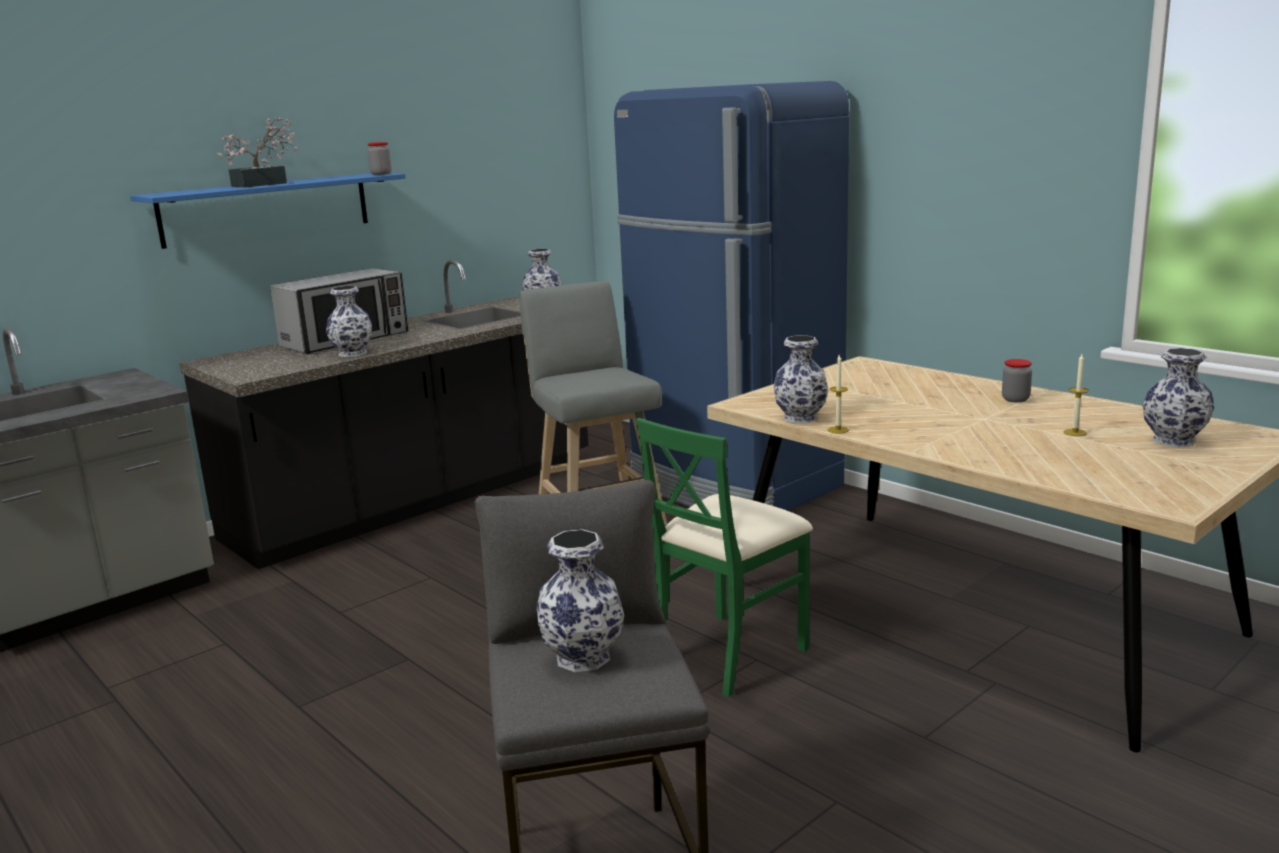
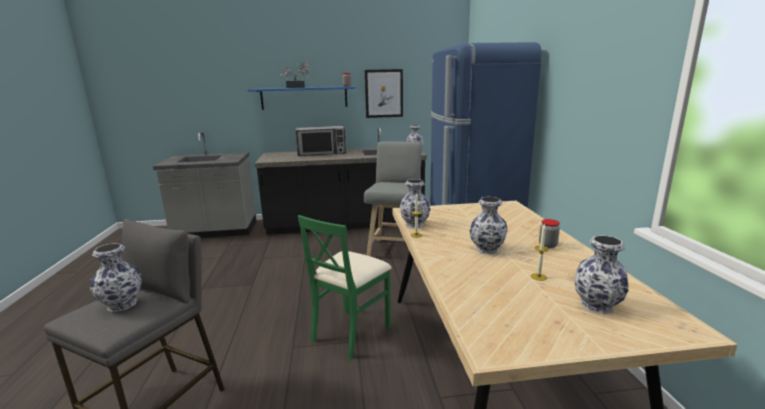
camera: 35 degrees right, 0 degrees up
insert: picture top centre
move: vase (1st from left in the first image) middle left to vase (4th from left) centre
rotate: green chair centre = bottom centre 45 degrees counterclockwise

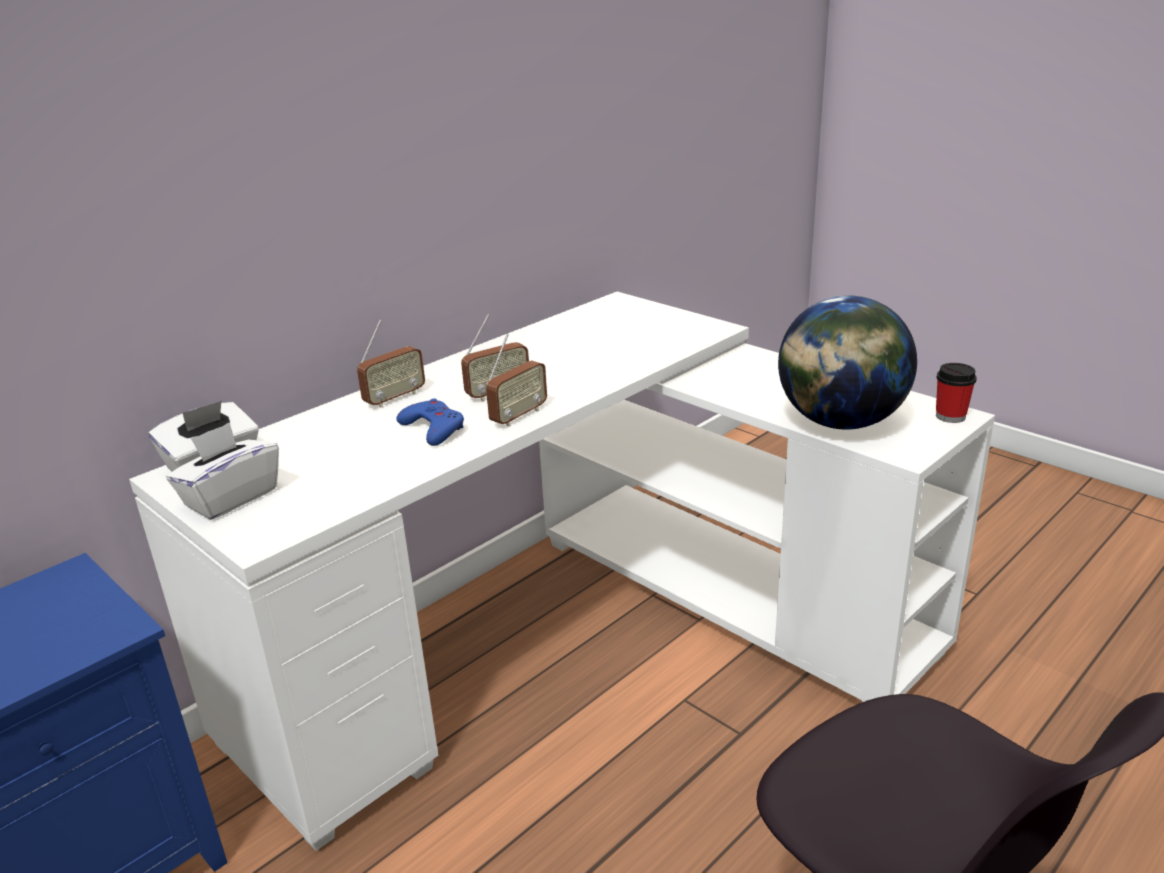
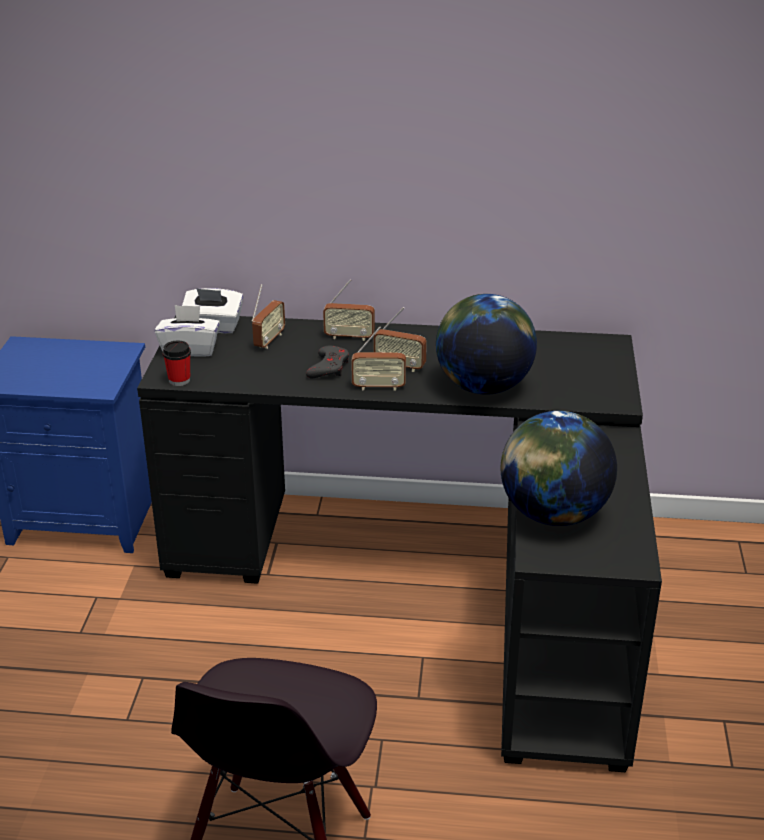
camera: 50 degrees right, 5 degrees up
insert: radio (1st from left) centre; globe (1st from left) centre
move: cup middle right to middle left
recolor: white desk centre to black desk centre; blue game controller centre to grey game controller centre

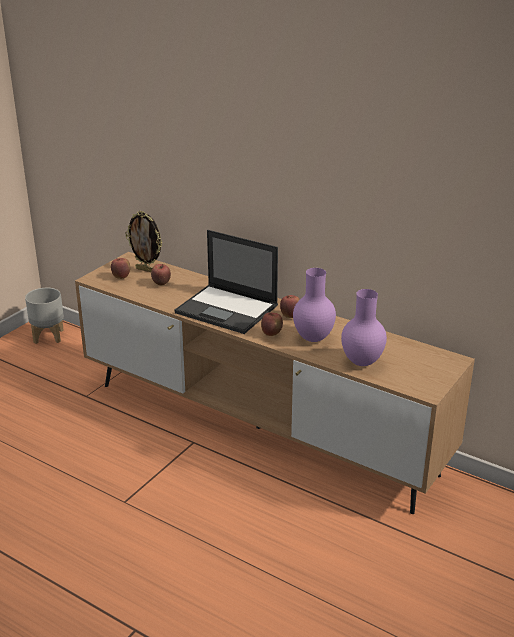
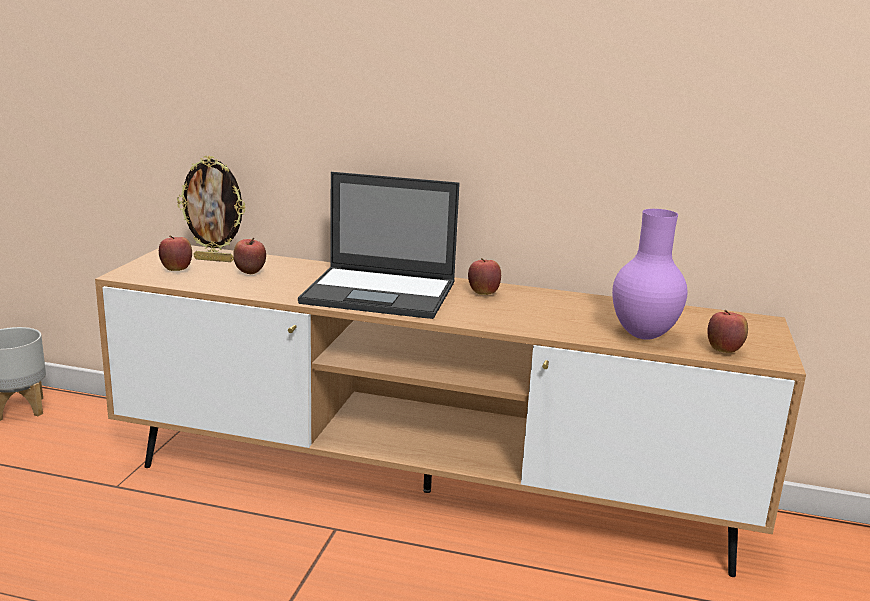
camera: 20 degrees left, 10 degrees down
delete: purple vase (1st from left) centre
move: apple (3rd from left in the first image) centre to apple (4th from left) middle right

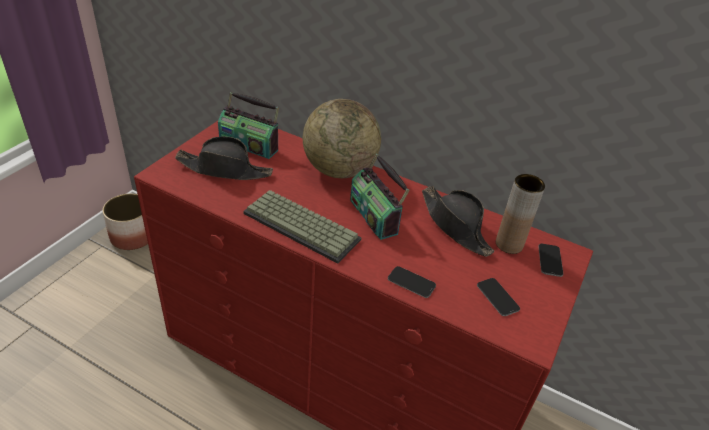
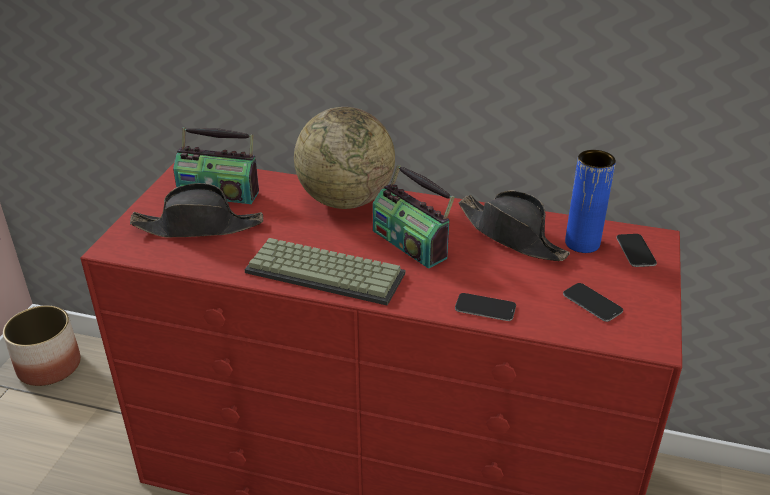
camera: 10 degrees left, 5 degrees down
recolor: brown vase middle right to blue vase middle right

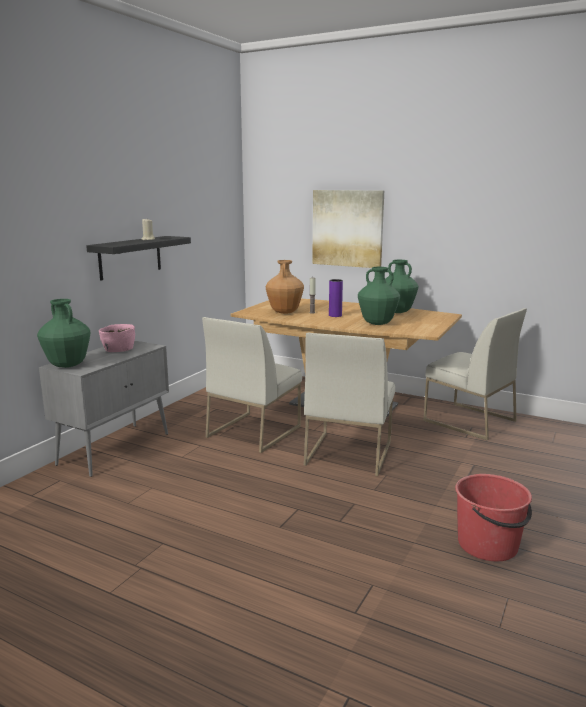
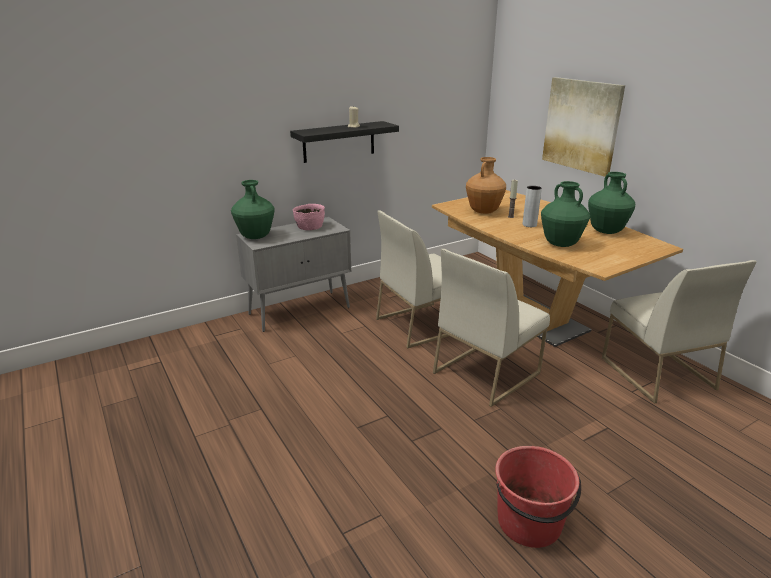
camera: 30 degrees right, 10 degrees up
recolor: purple vase centre to grey vase middle right

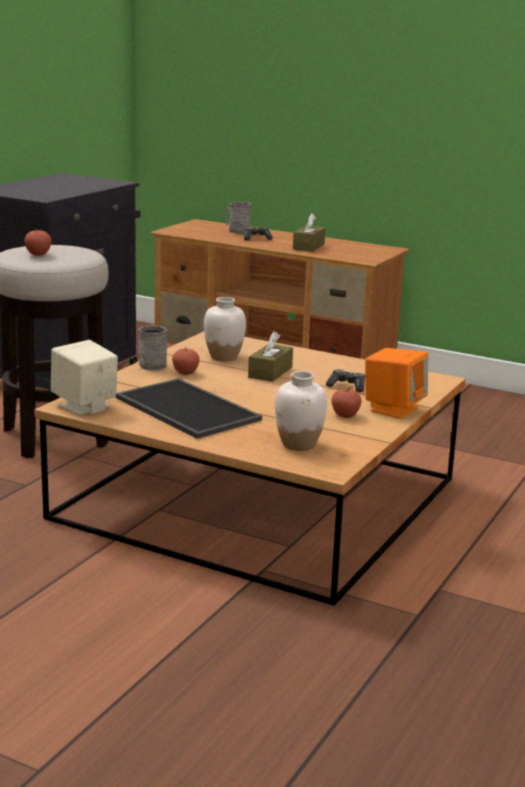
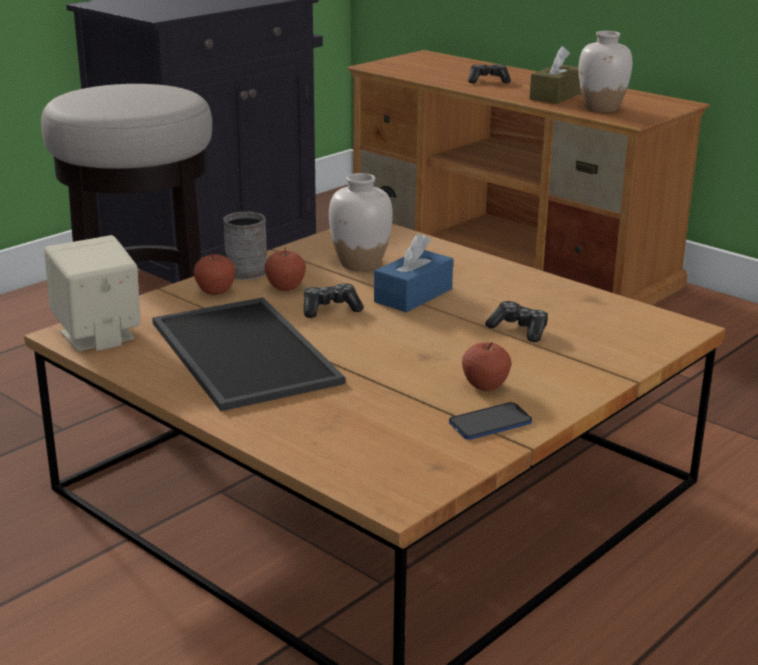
camera: 15 degrees right, 5 degrees up
delete: grey mug (2nd from left) top centre; orange speaker middle right
insert: game controller (1st from left) centre; phone centre
move: apple (1st from left) top left to middle left; white vase (2nd from left) centre to top right
recolor: brown tissue box (1st from left) centre to blue tissue box centre

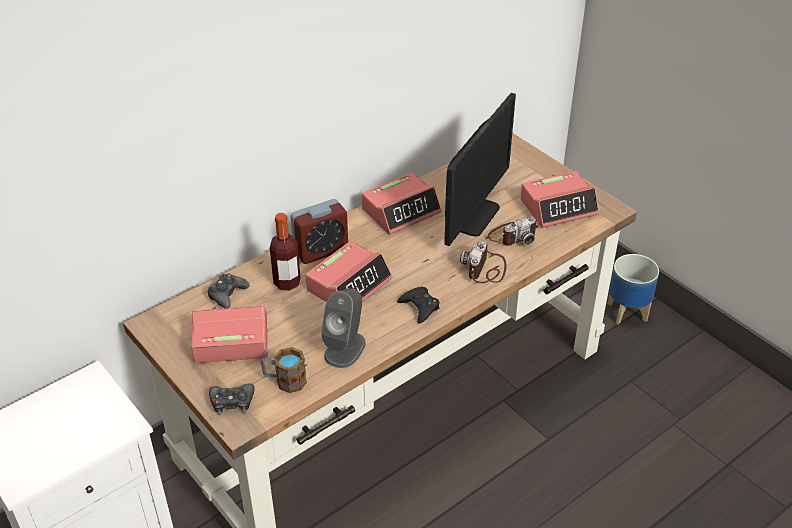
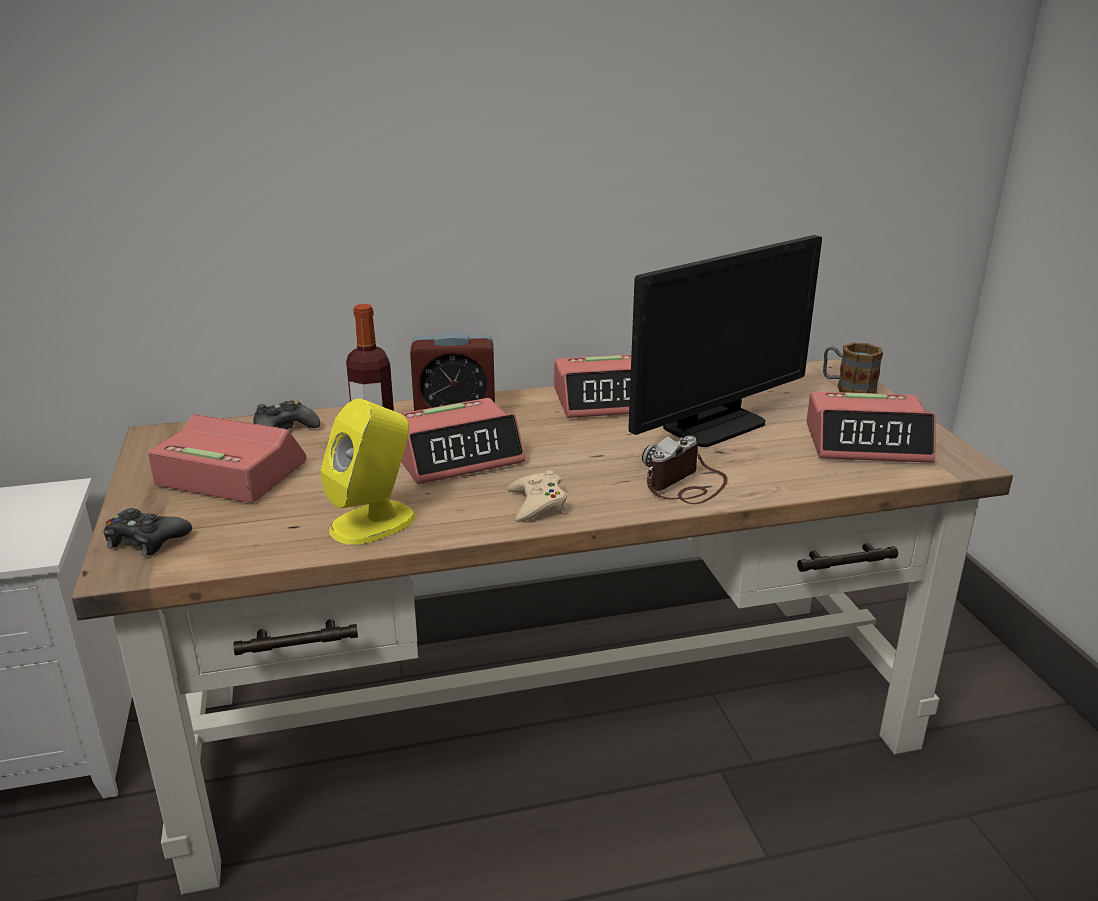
camera: 25 degrees right, 15 degrees down
delete: photo camera (2nd from left) centre; planter middle right
move: mug bottom centre to middle right
recolor: grey speaker centre to yellow speaker centre; black game controller (3rd from left) centre to beige game controller centre

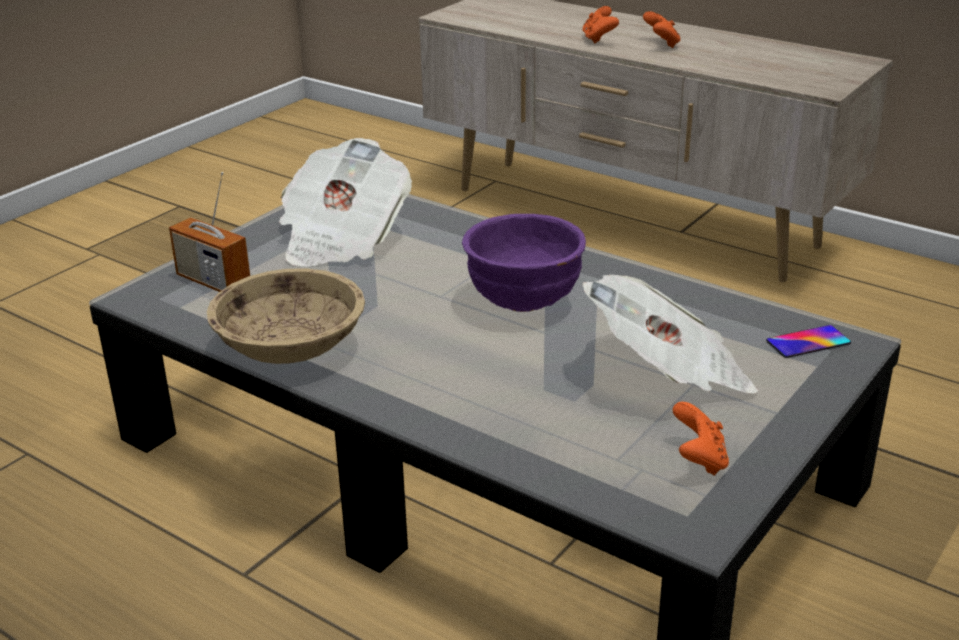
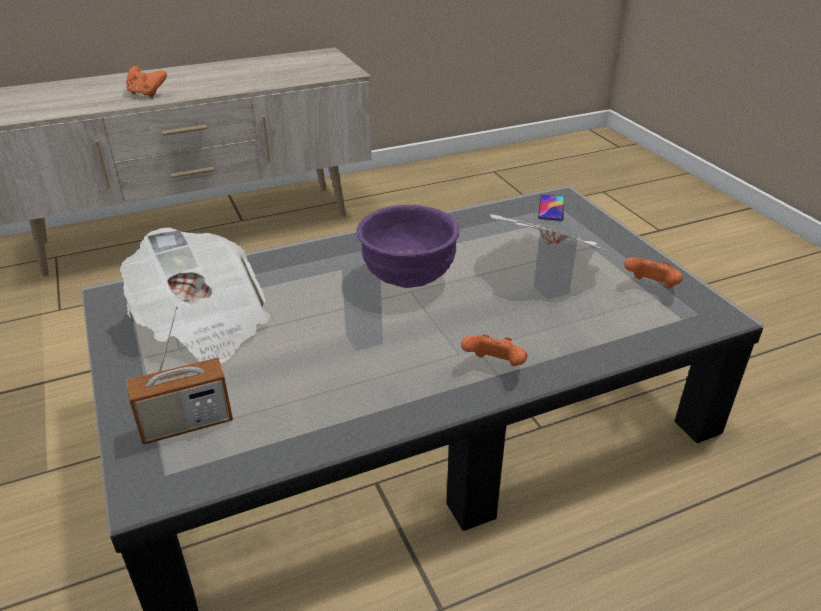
camera: 60 degrees left, 5 degrees up
delete: beige bowl middle left
move: orange game controller (2nd from left) top right to centre

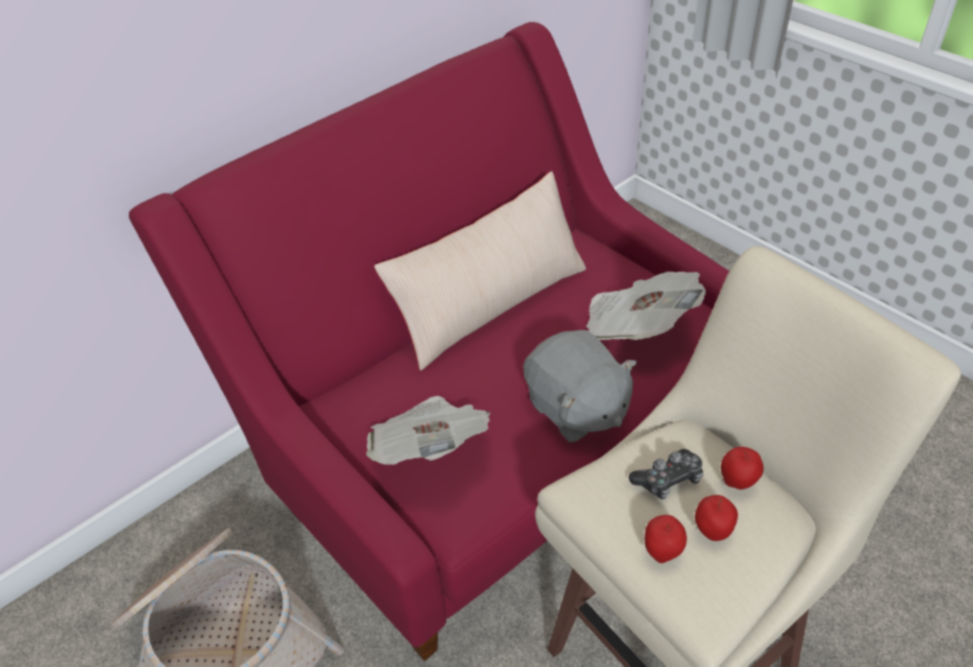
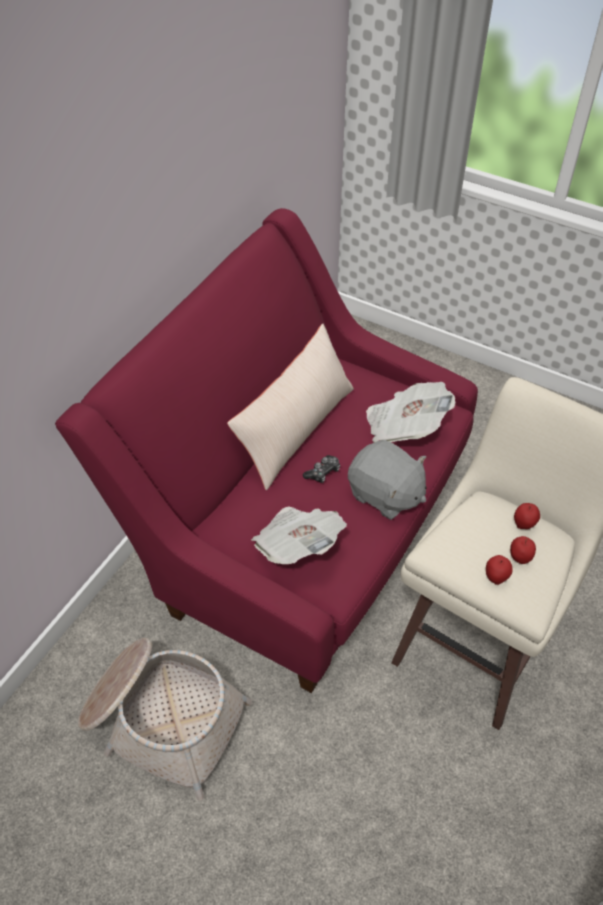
camera: 20 degrees left, 5 degrees up
move: game controller bottom right to centre

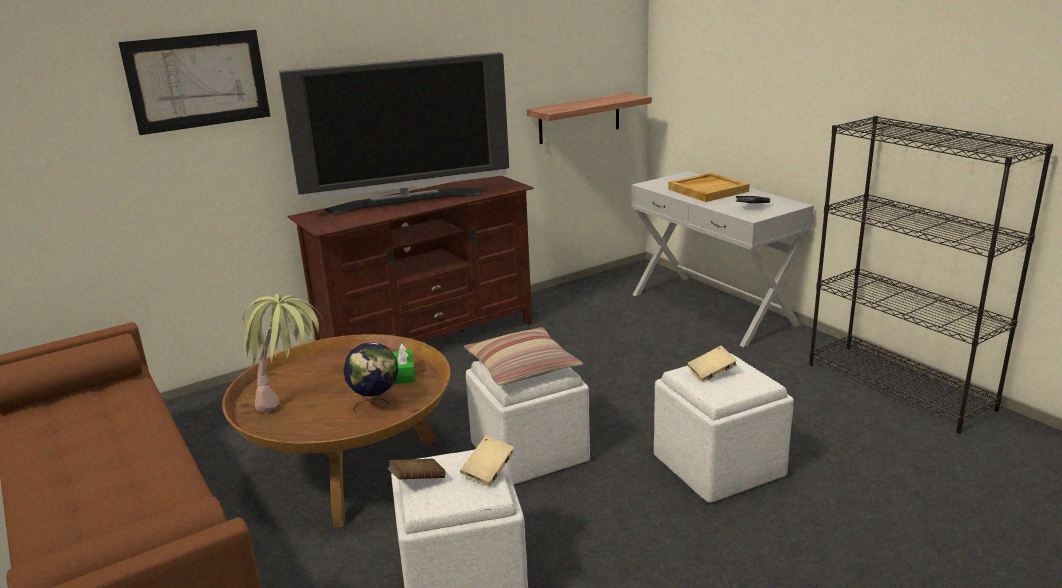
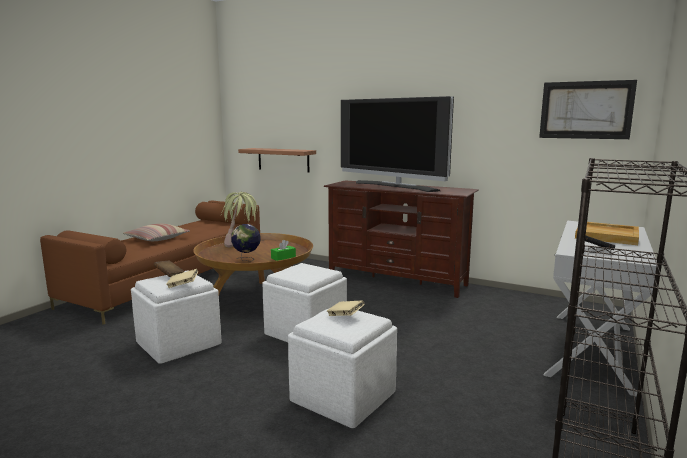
camera: 60 degrees right, 10 degrees down
move: picture top left to top right; pillow centre to middle left; shelf top centre to centre

